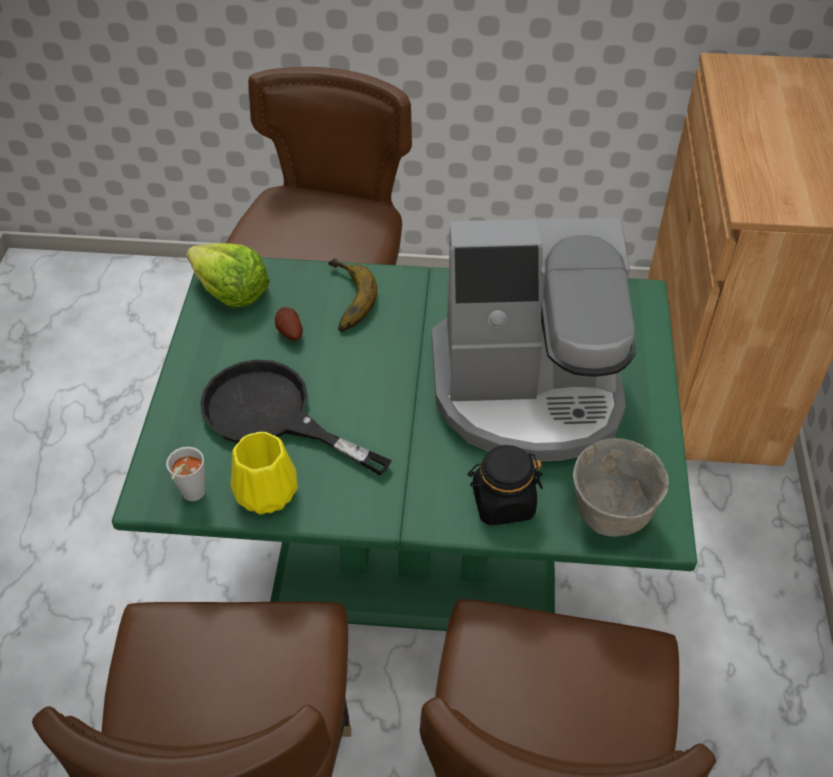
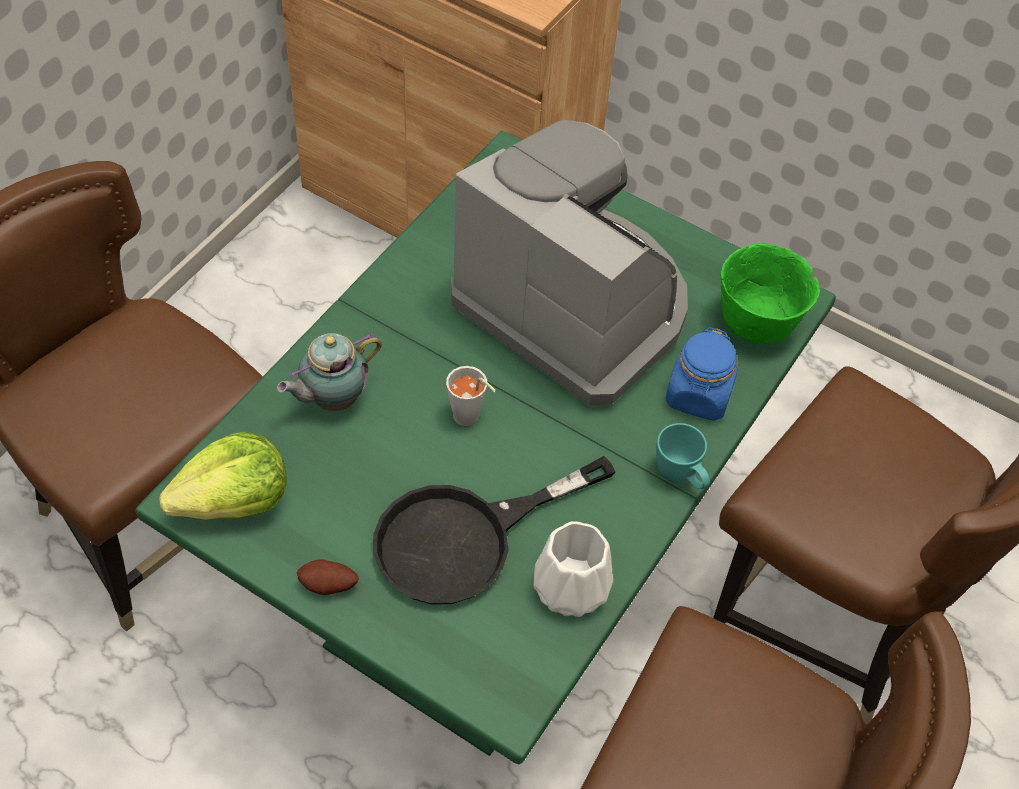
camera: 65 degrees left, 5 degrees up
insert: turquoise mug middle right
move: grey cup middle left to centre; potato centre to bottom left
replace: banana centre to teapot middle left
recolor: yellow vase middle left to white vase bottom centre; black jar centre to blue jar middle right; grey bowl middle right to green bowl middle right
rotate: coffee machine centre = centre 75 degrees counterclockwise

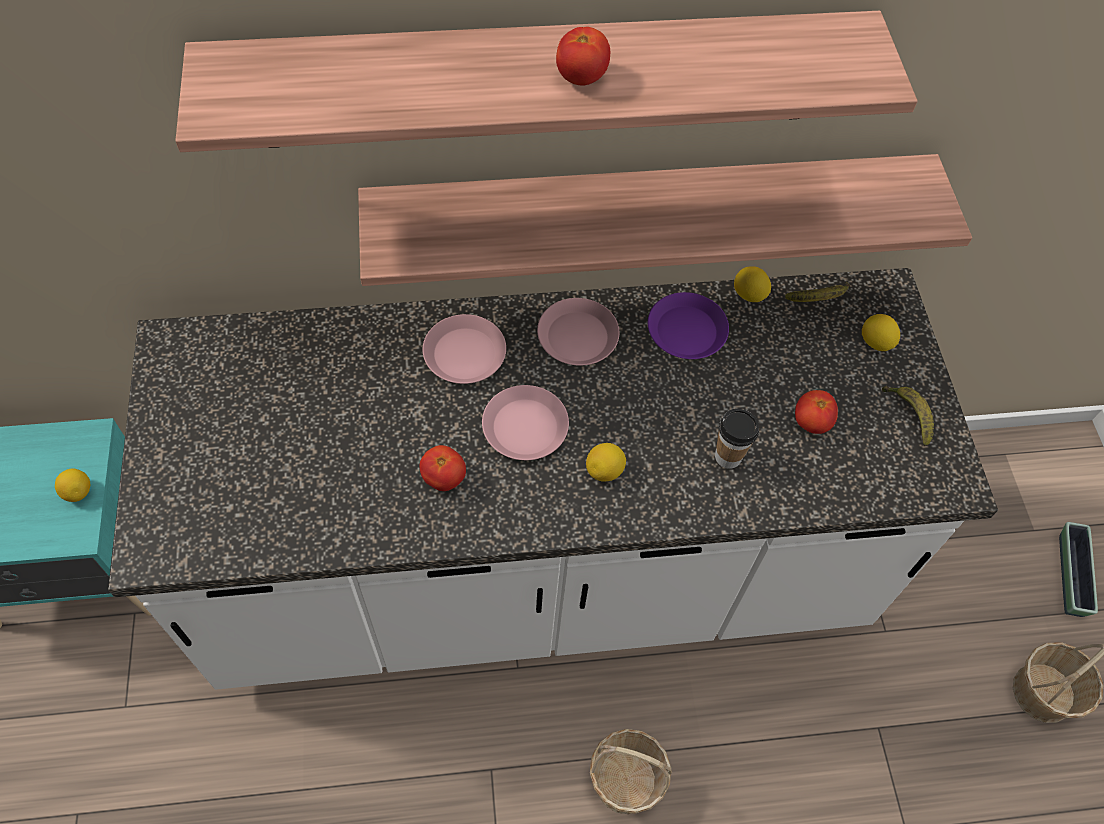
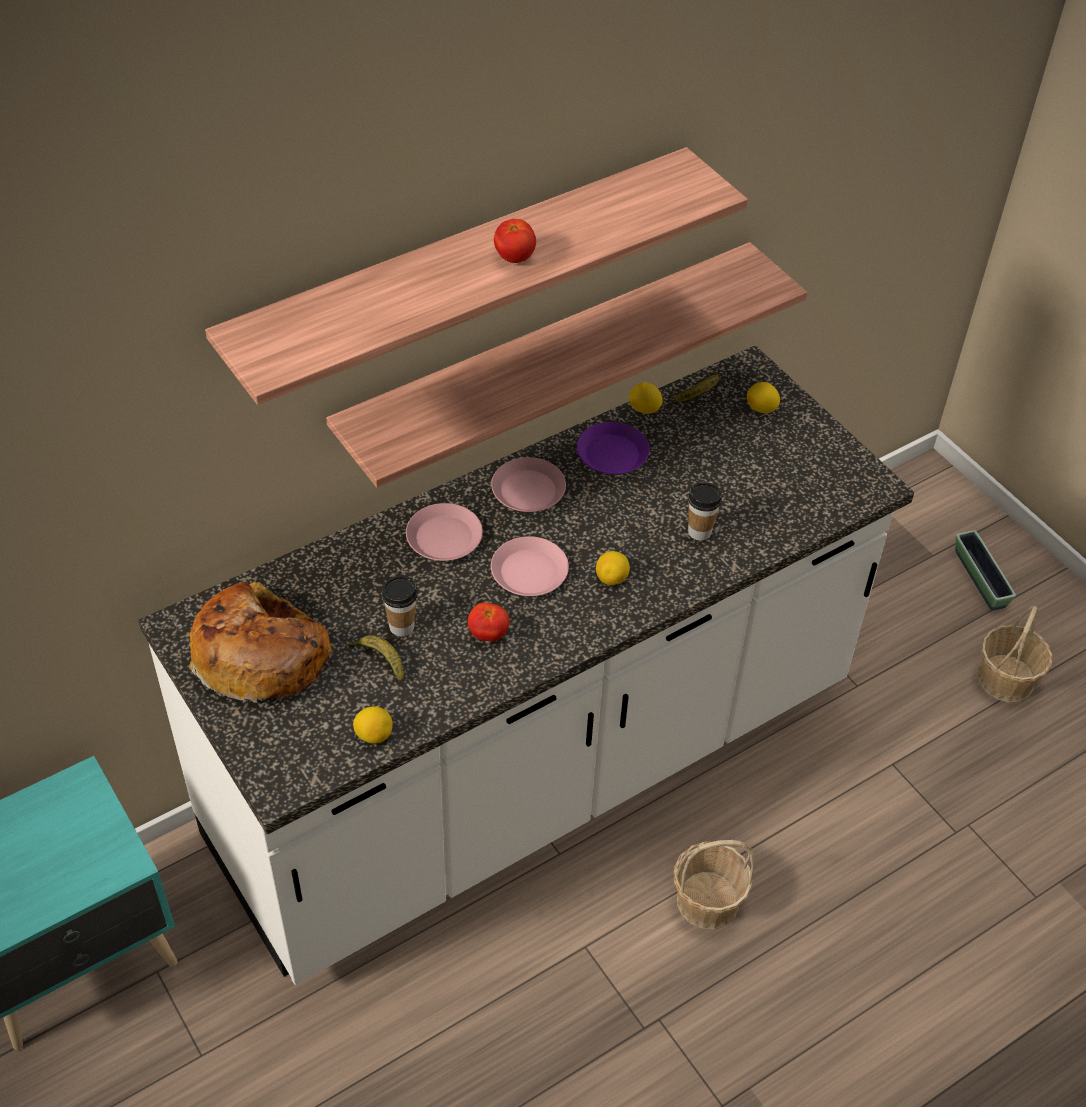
camera: 25 degrees left, 10 degrees down
delete: tomato (3rd from left) middle right
insert: bread middle left; cup (1st from left) centre
move: lemon (1st from left) middle left to centre; banana (2nd from left in the first image) middle right to banana (1st from left) centre

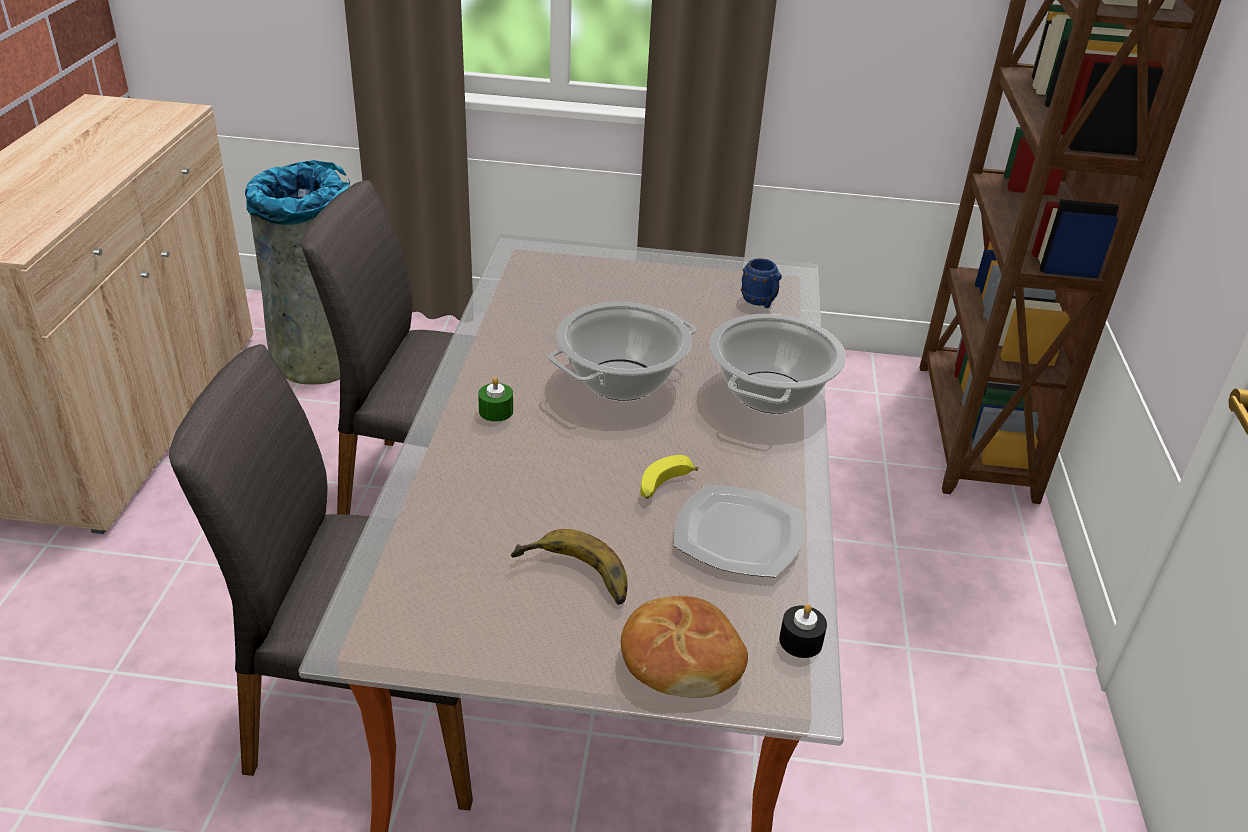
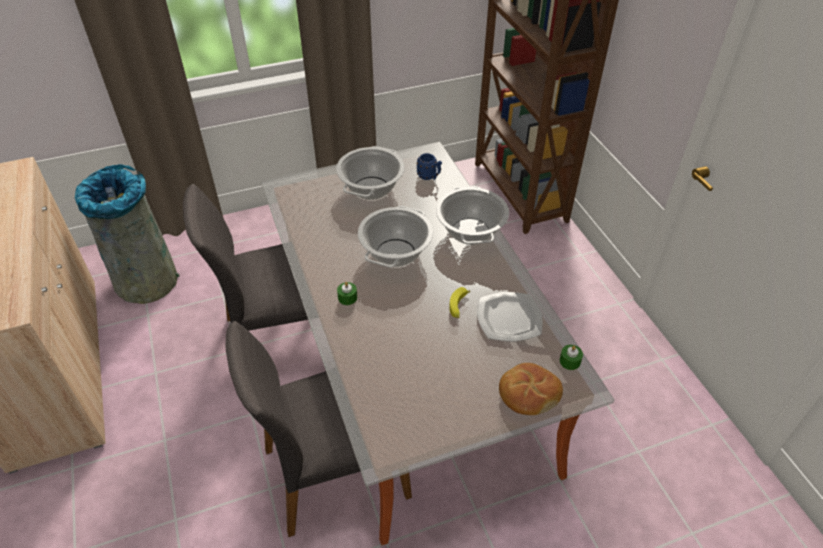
camera: 25 degrees left, 10 degrees up
delete: banana (1st from left) bottom centre
insert: cooking pot (1st from left) top centre
recolor: black candle bottom centre to green candle (2nd from left) middle right

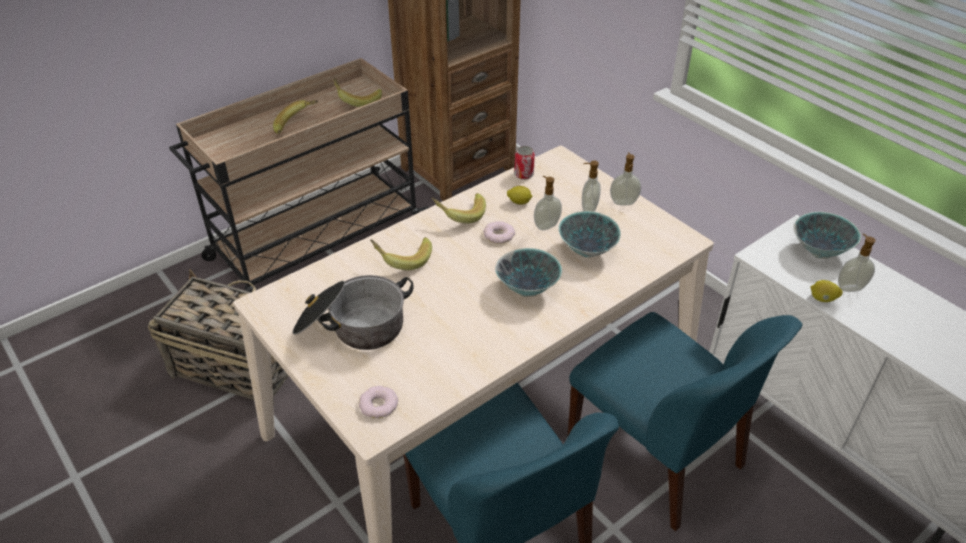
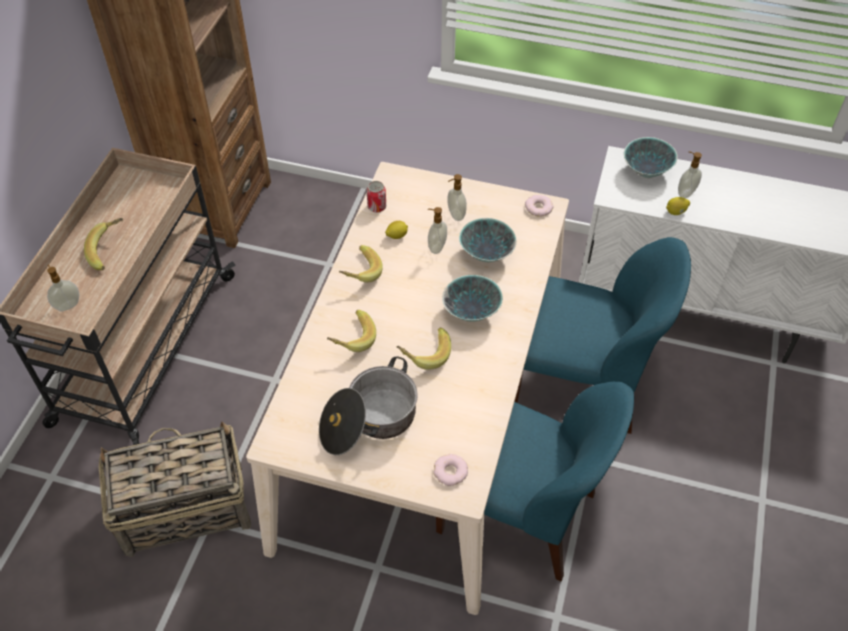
camera: 35 degrees left, 10 degrees up
move: banana (2nd from left in the first image) top centre to banana (4th from left) centre; donut (2nd from left) centre to top centre; soap dispenser (3rd from left in the first image) top centre to soap dispenser (1st from left) middle left

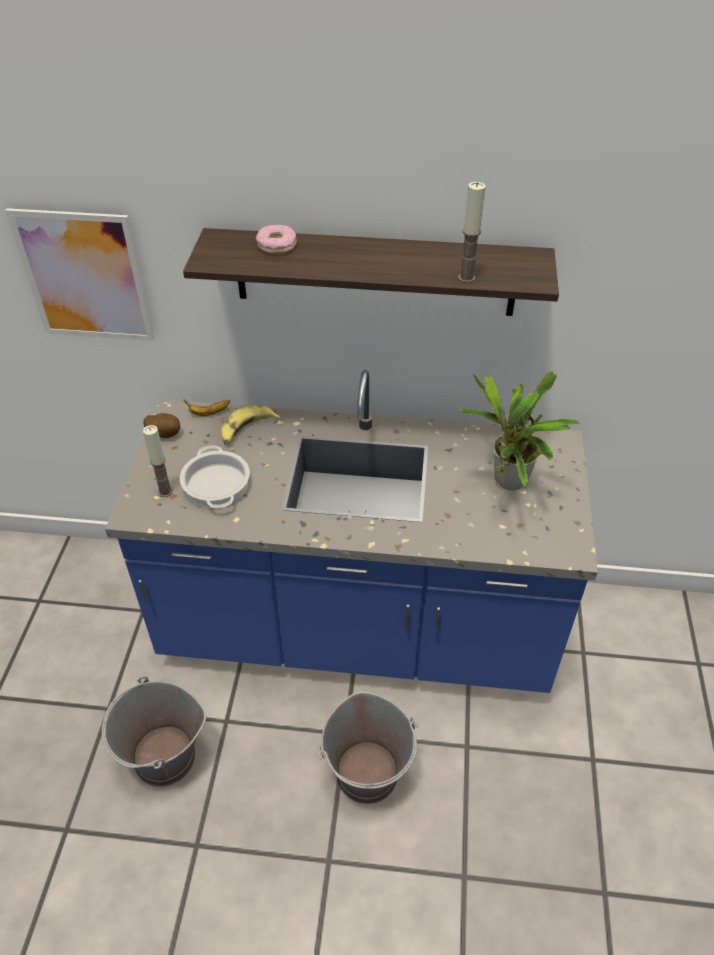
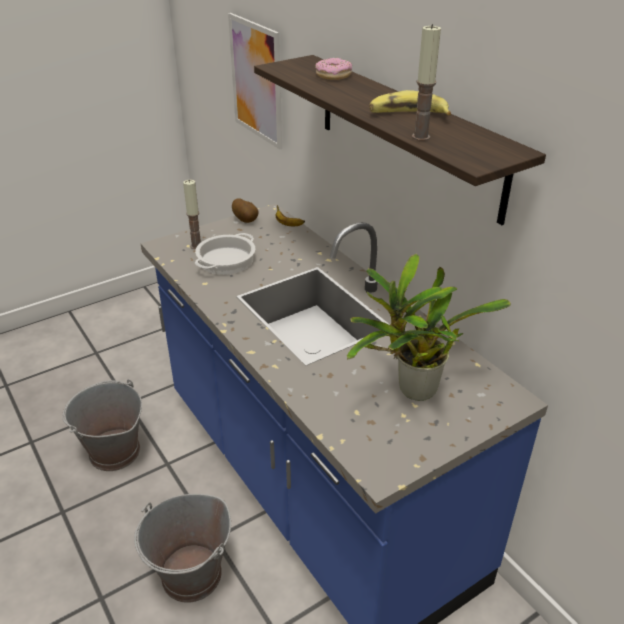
camera: 50 degrees right, 10 degrees down
move: banana (2nd from left) centre to top centre

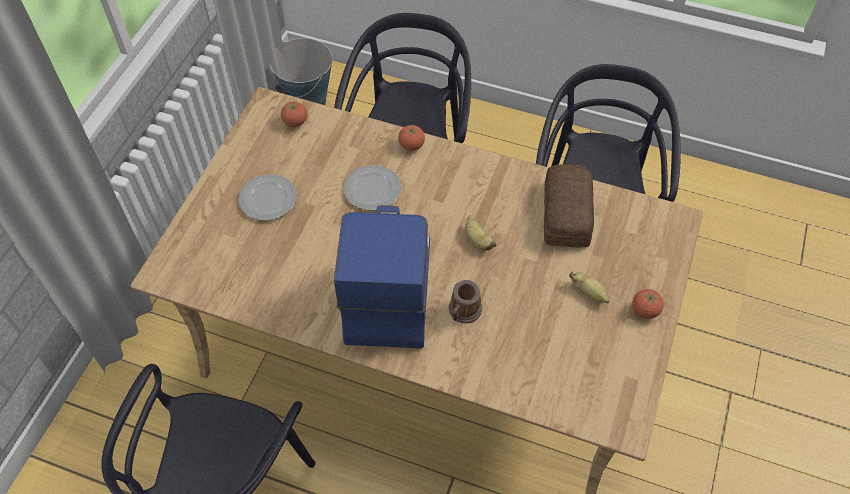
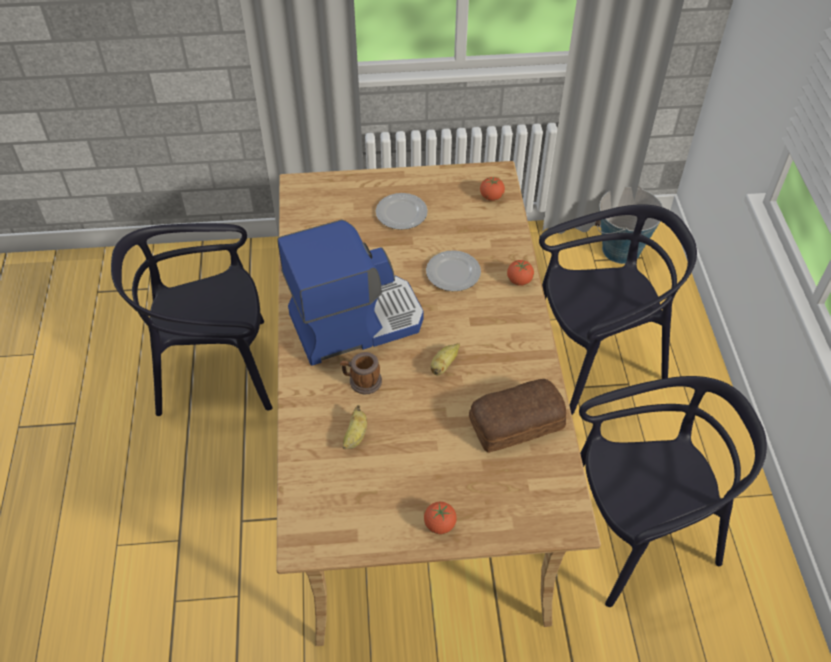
camera: 65 degrees right, 5 degrees down
move: banana (2nd from left in the first image) middle right to banana (1st from left) centre

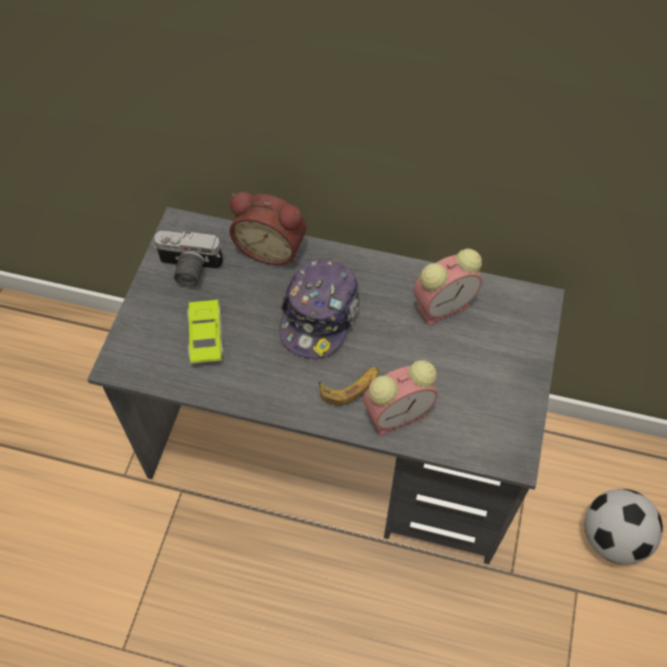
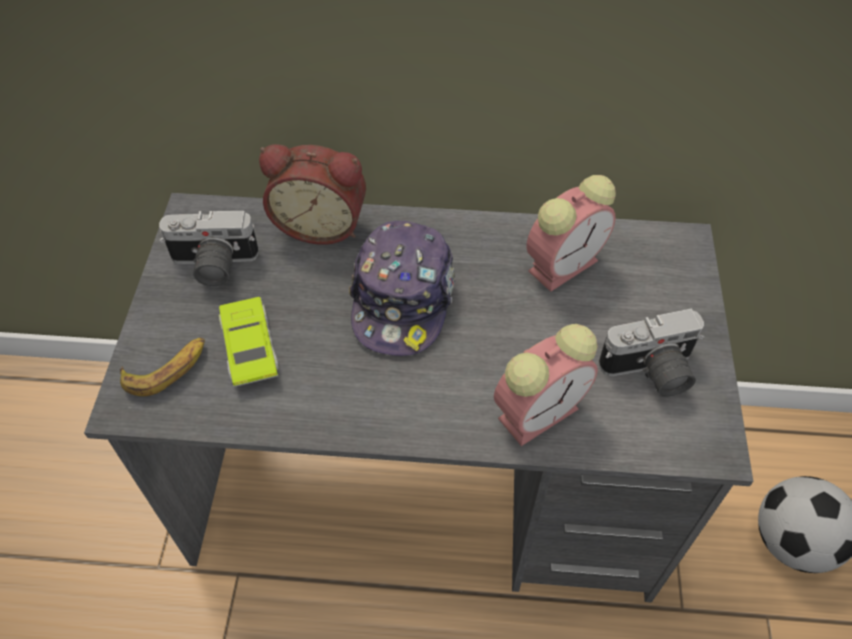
camera: 10 degrees left, 5 degrees down
insert: photo camera (2nd from left) middle right
move: banana centre to middle left

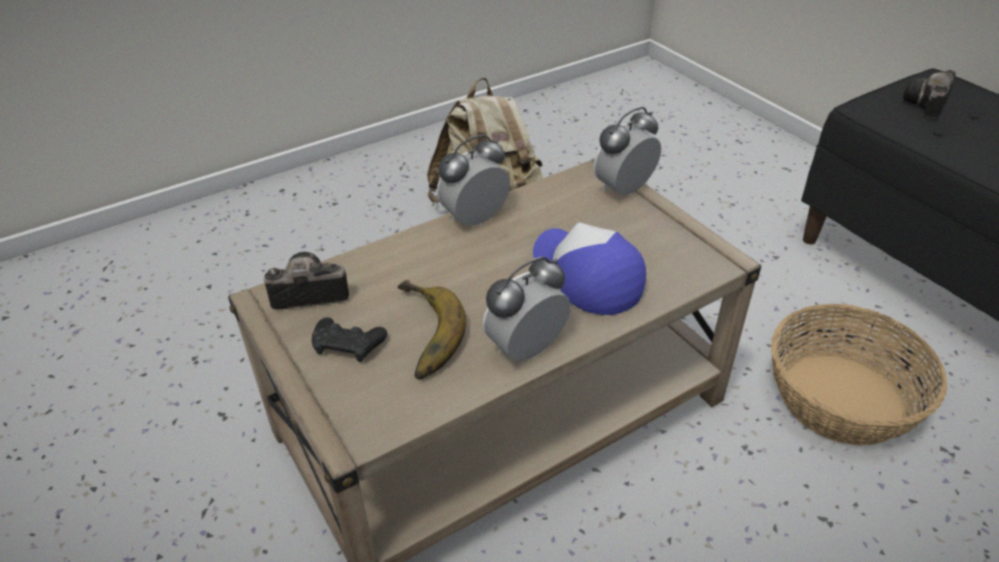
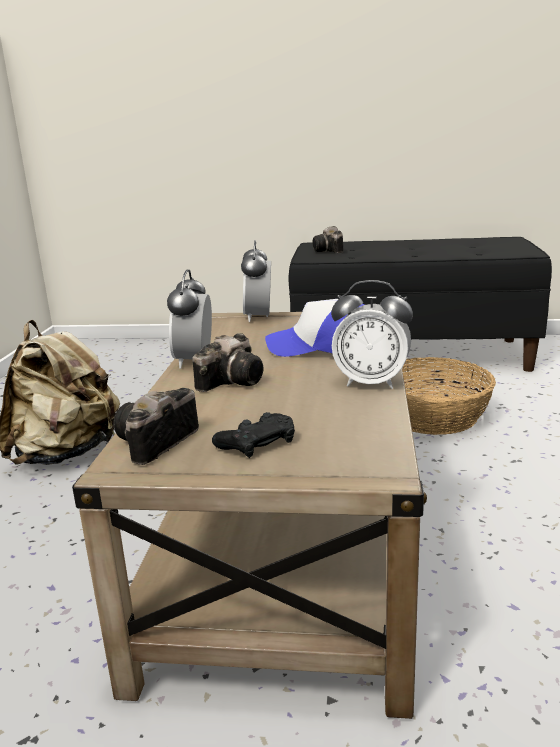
camera: 50 degrees left, 20 degrees down
delete: banana centre
insert: photo camera (2nd from left) centre
rotate: alarm clock (2nd from left in the first image) centre = centre 75 degrees counterclockwise

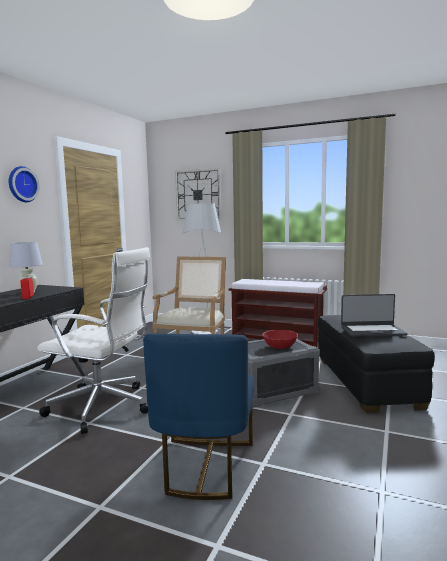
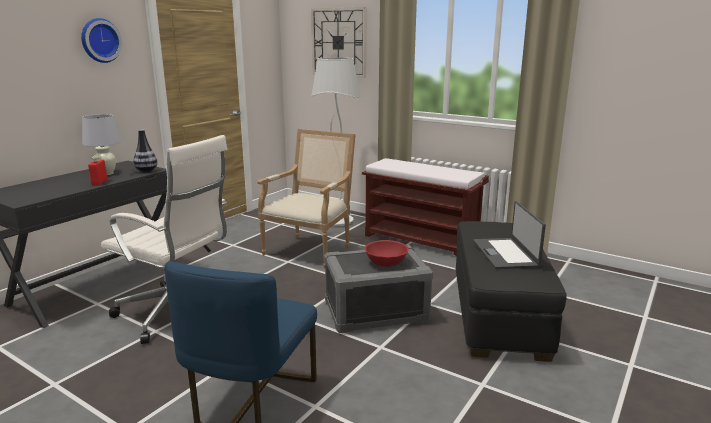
camera: 10 degrees right, 10 degrees up
insert: vase middle left
rotate: laptop middle right = middle right 75 degrees clockwise

